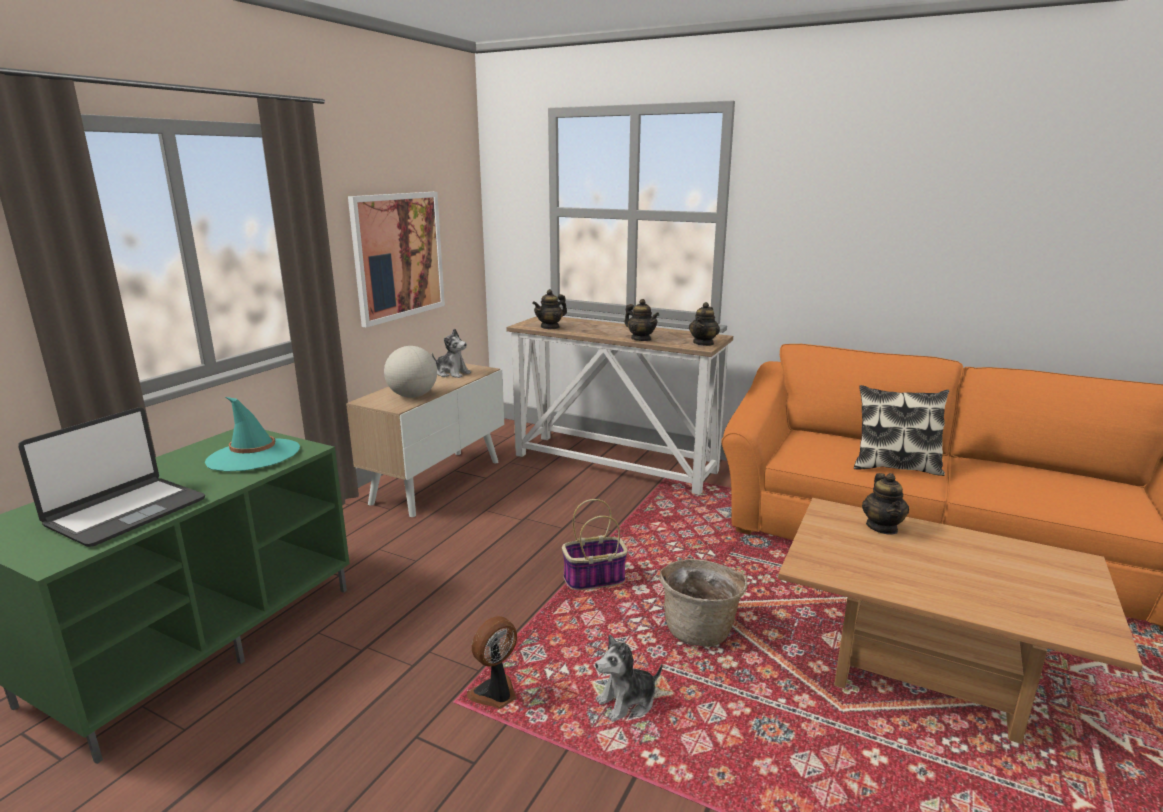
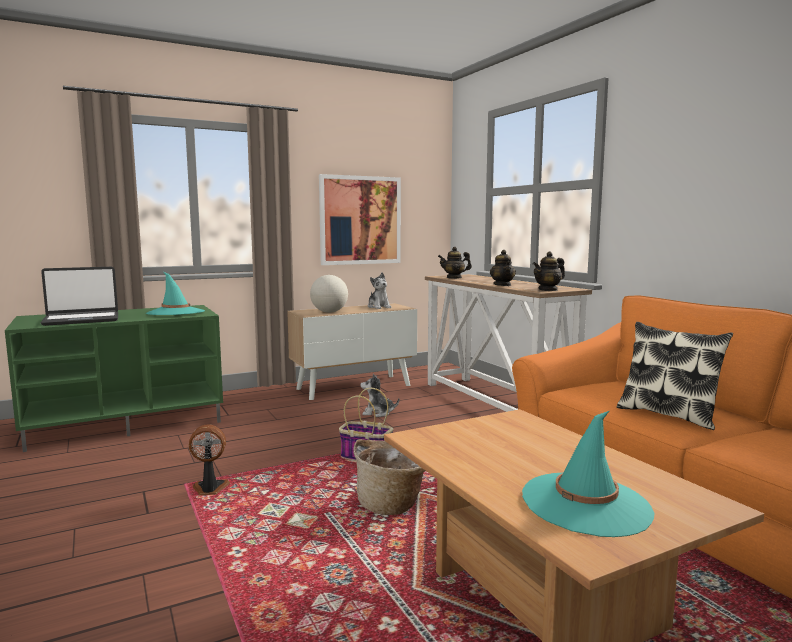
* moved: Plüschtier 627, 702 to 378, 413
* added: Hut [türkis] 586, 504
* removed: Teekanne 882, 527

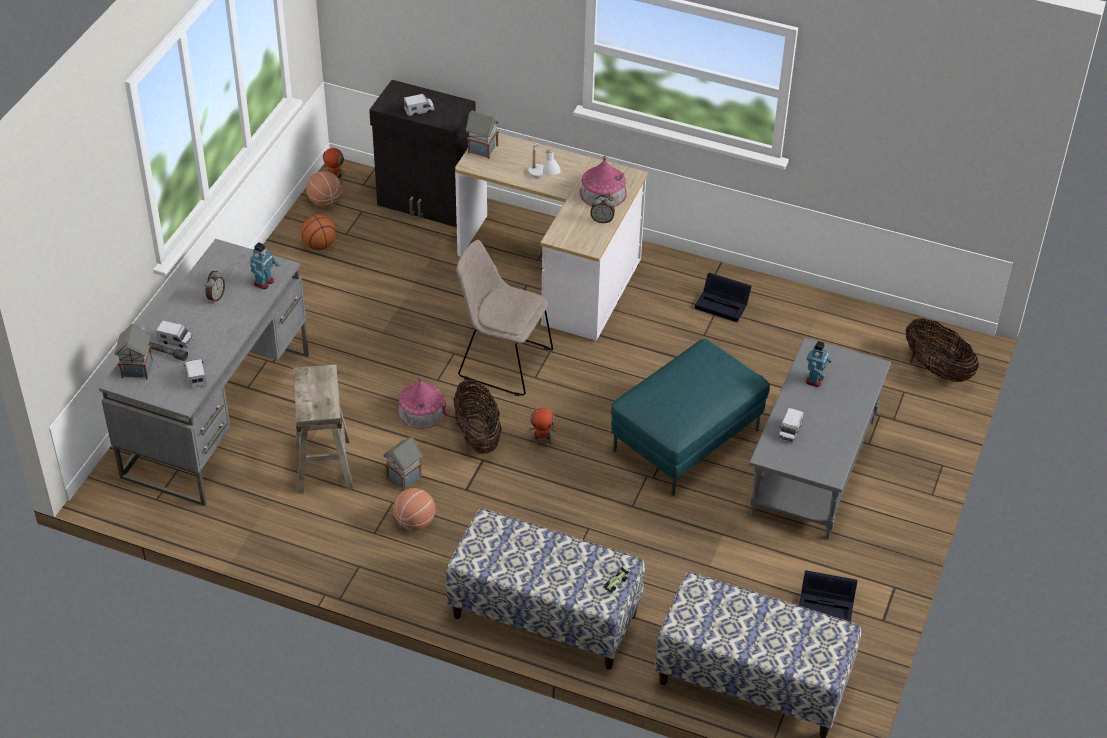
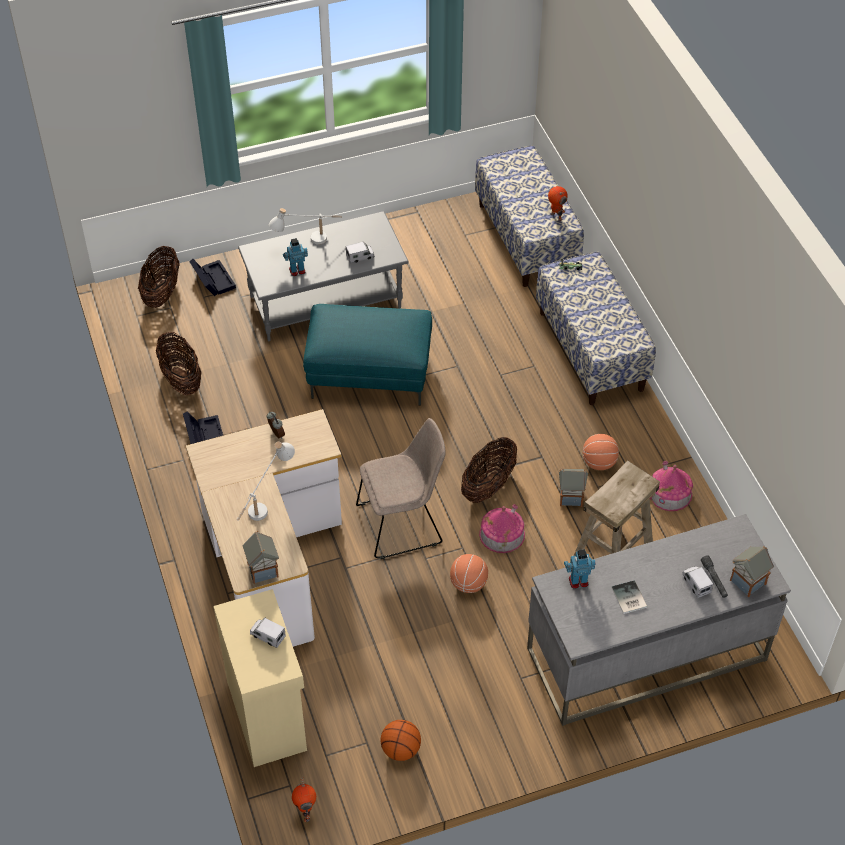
* added: Korb 181, 379
* moved: Aufbewahrungsbox [schwarz] 827, 605 to 212, 280
* recoloured: Schrank [schwarz] 427, 203 to Schrank [beige] 268, 714
* added: Tischlampe [weiß] 307, 242
* turned: Stuhl [beige] 502, 361 = 402, 523 90 degrees counterclockwise
* moved: Basketball 325, 202 to 468, 584
* moved: Spielzeugroboter 542, 442 to 555, 217
* replaced: Wecker 215, 297 to Buch 628, 598
* moved: Spielzeughaus 603, 193 to 669, 493
* removed: Spielzeuglaster 196, 377

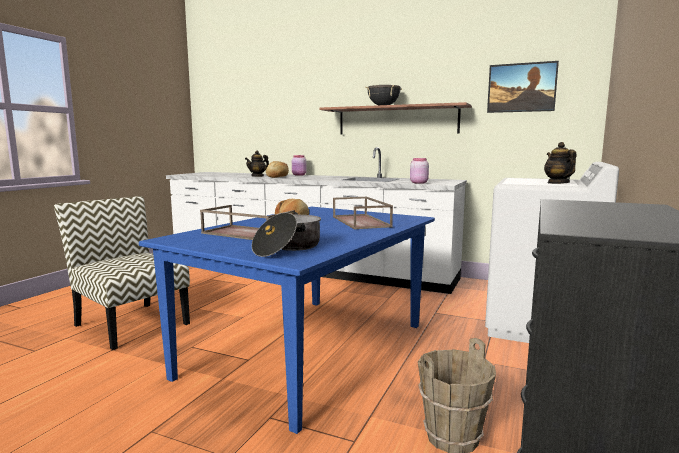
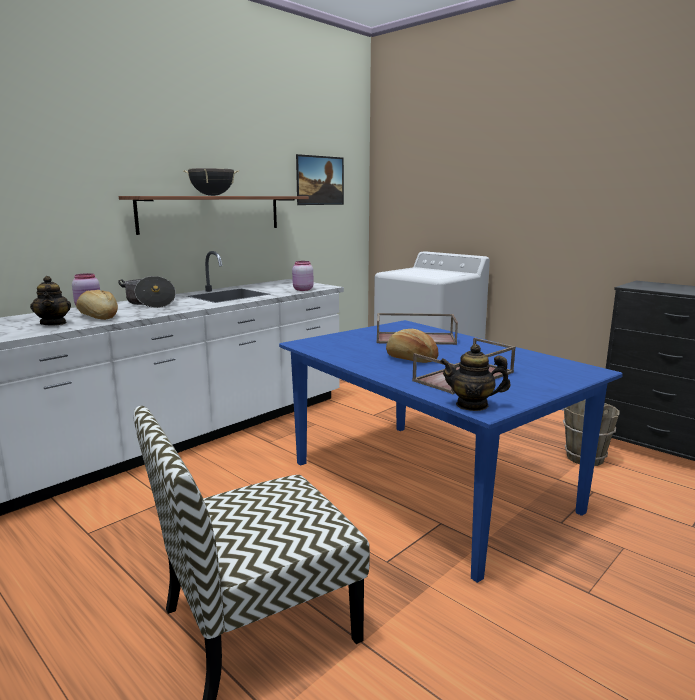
* moved: Kochtopf 287, 248 to 149, 303
* moved: Teekanne 558, 183 to 472, 405

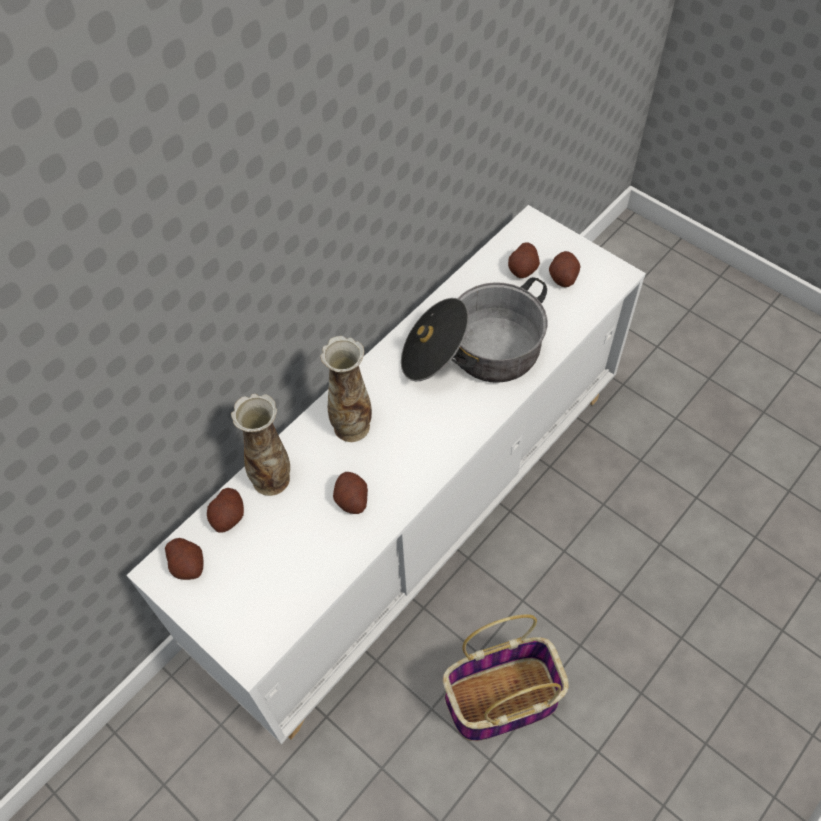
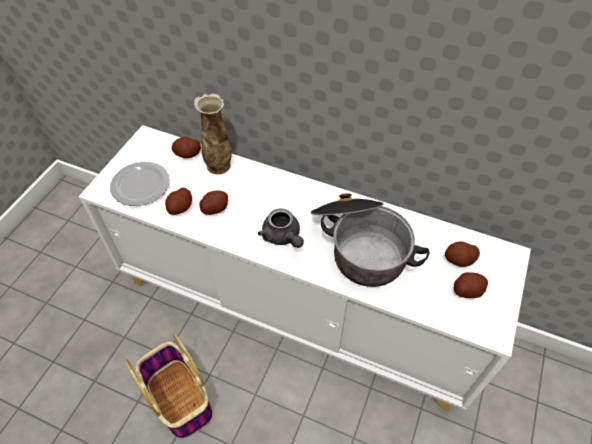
* added: Teller 141, 184
* moved: Kartoffel 188, 565 to 180, 208
* added: Teekanne [grau] 283, 237
* removed: Vase 352, 425

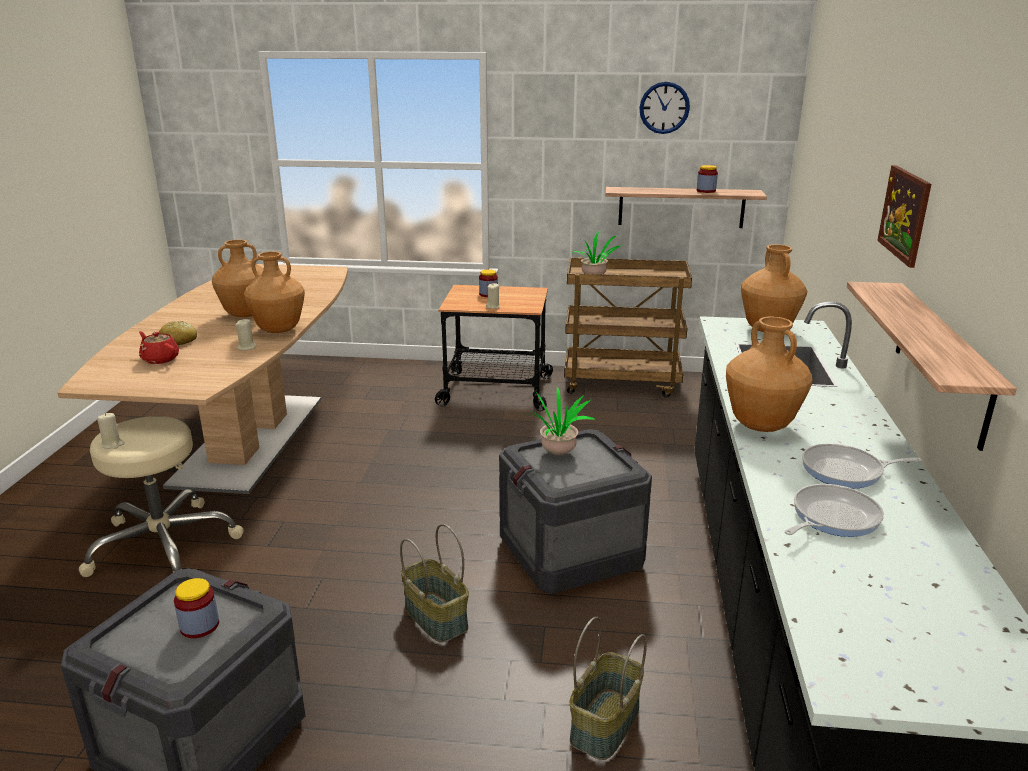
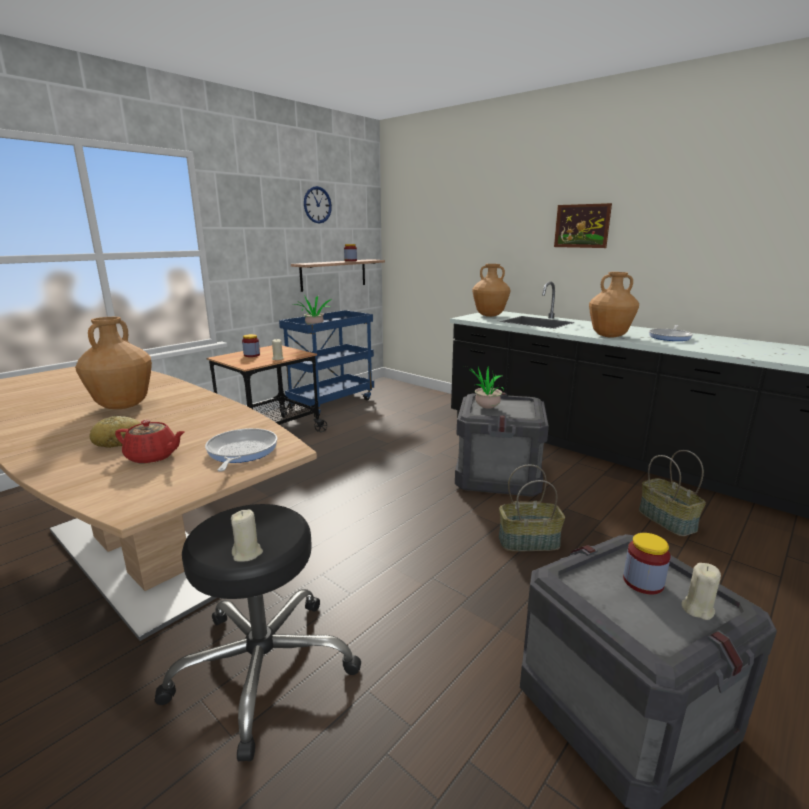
* turned: Teekanne [rot] 160, 359 = 153, 456 150 degrees counterclockwise
* recoloured: Hocker [beige] 164, 544 to Hocker [schwarz] 263, 666
* moved: Pfanne 831, 517 to 240, 452
* recoloured: Rollwagen [braun] 622, 383 to Rollwagen [blau] 331, 403
* moved: Kerze [beige] 247, 347 to 697, 609
* removed: Vase [braun] 278, 330
* removed: Wandregal 942, 361

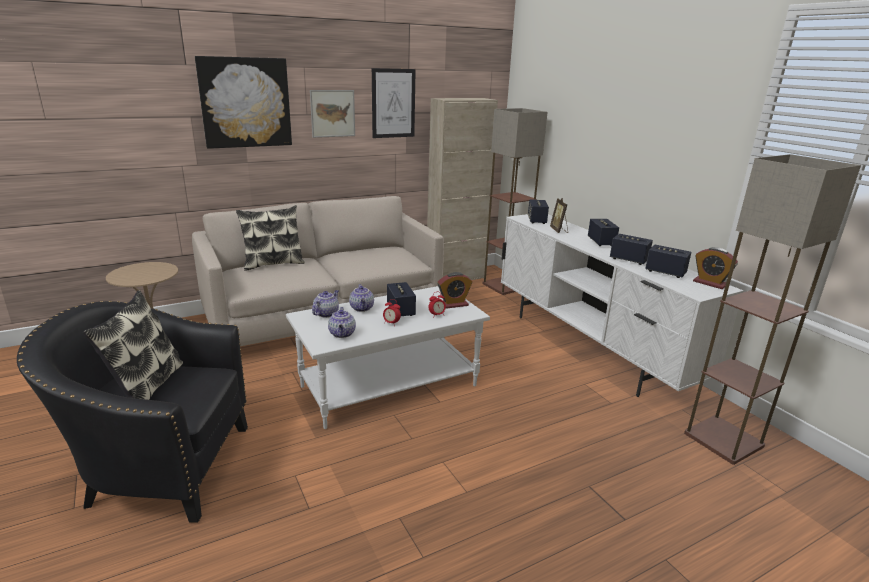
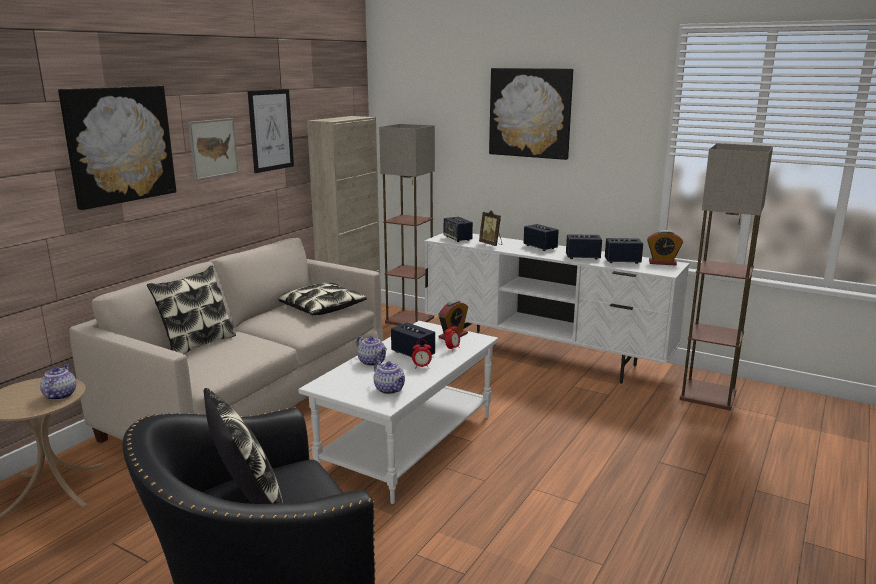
* moved: Teekanne 326, 313 to 60, 395
* added: Kissen 321, 308
* added: Bild 530, 113

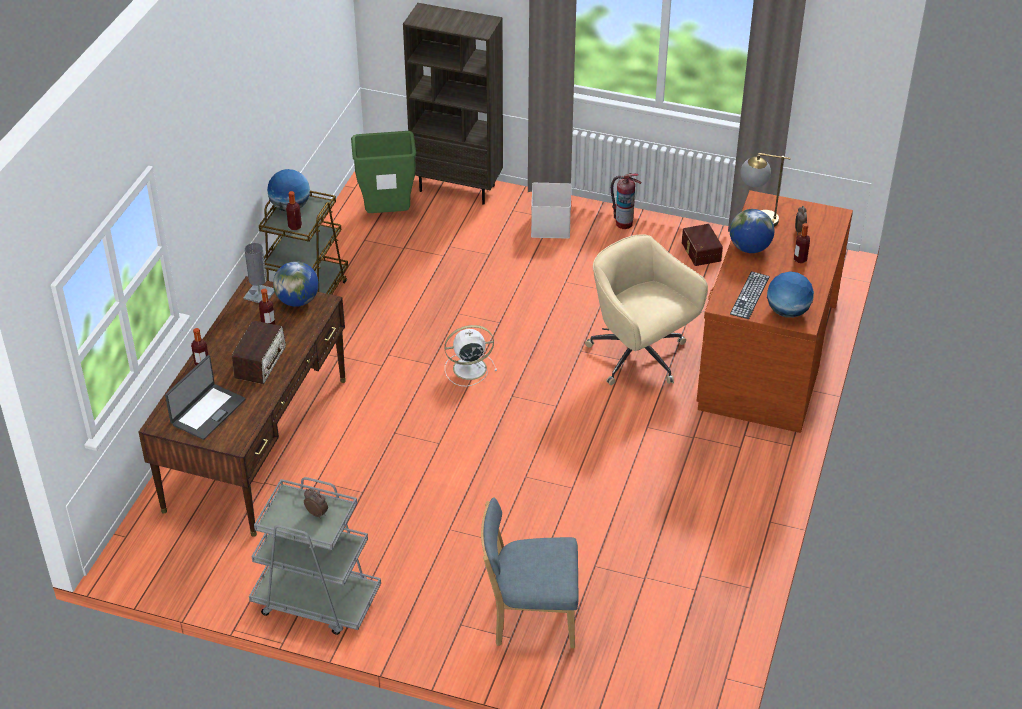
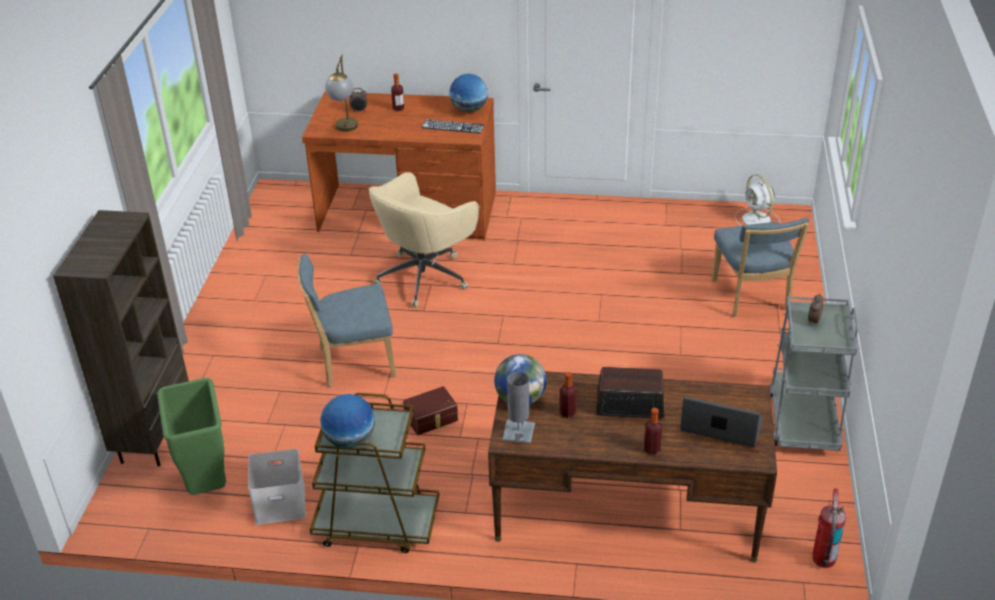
* moved: Aufbewahrungsbox [weiß] 549, 225 to 279, 504
* added: Stuhl [blau] 353, 362
* moved: Aufbewahrungsbox [braun] 700, 252 to 432, 418
* moved: Ventilator [weiß] 468, 369 to 757, 220
* moved: Feuerlöscher 623, 223 to 823, 559
* removed: Flasche 295, 226
* removed: Globus 749, 248

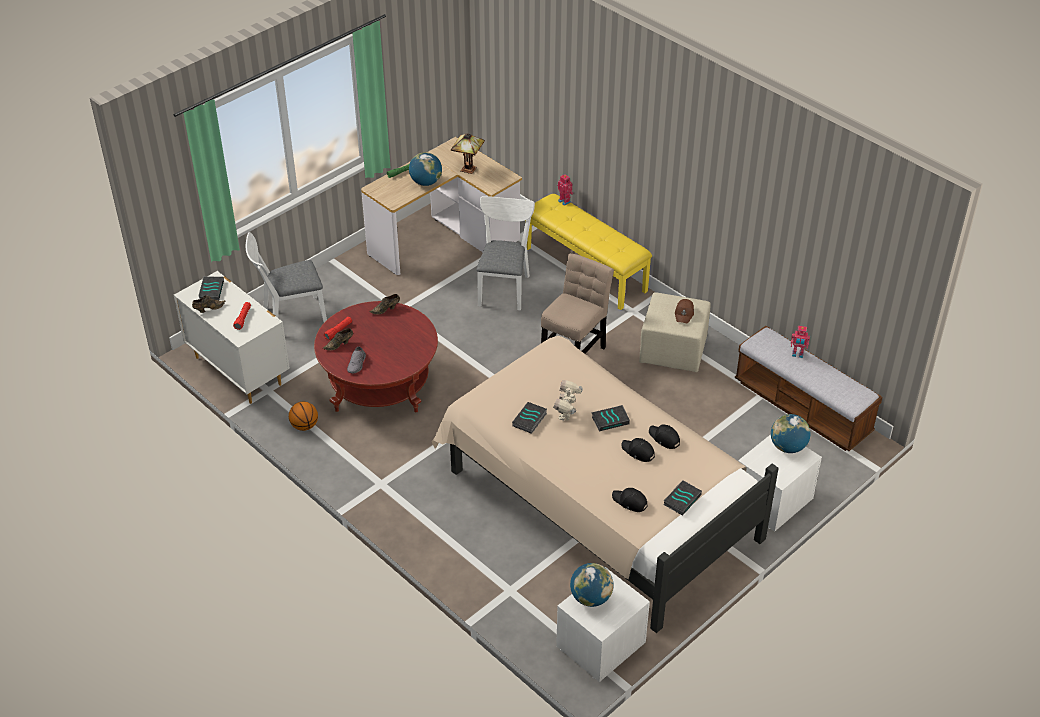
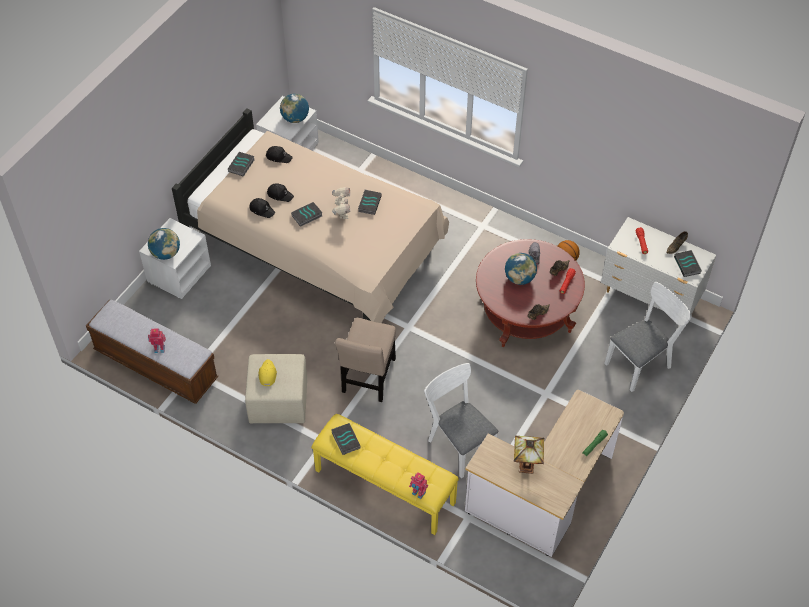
* recoloured: Kappe [braun] 684, 313 to Kappe [gelb] 267, 374
* added: Buch 345, 440
* turned: Stuhl [weiß] 504, 287 = 458, 444 150 degrees clockwise
* moved: Globus 426, 182 to 519, 278

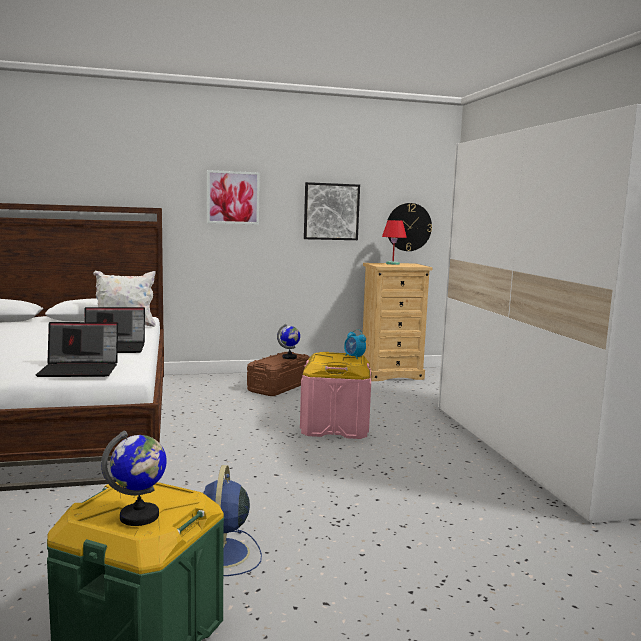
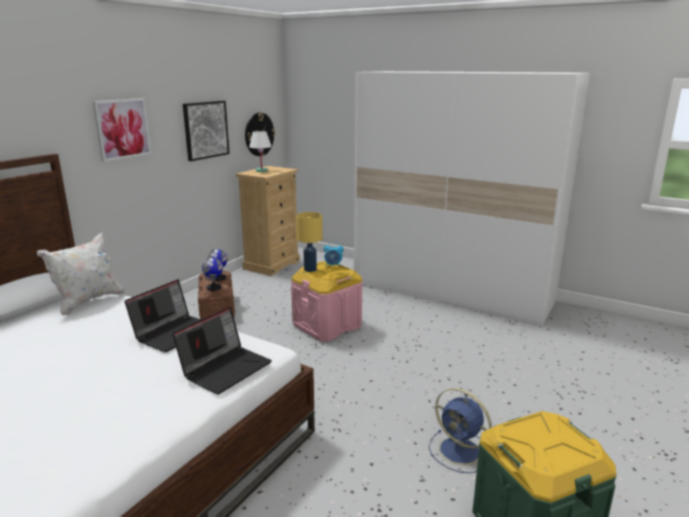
* moved: Globus 140, 516 to 214, 288
* recoloured: Tischlampe [rot] 392, 264 to Tischlampe [weiß] 261, 171
* added: Tischlampe [gelb] 310, 269

